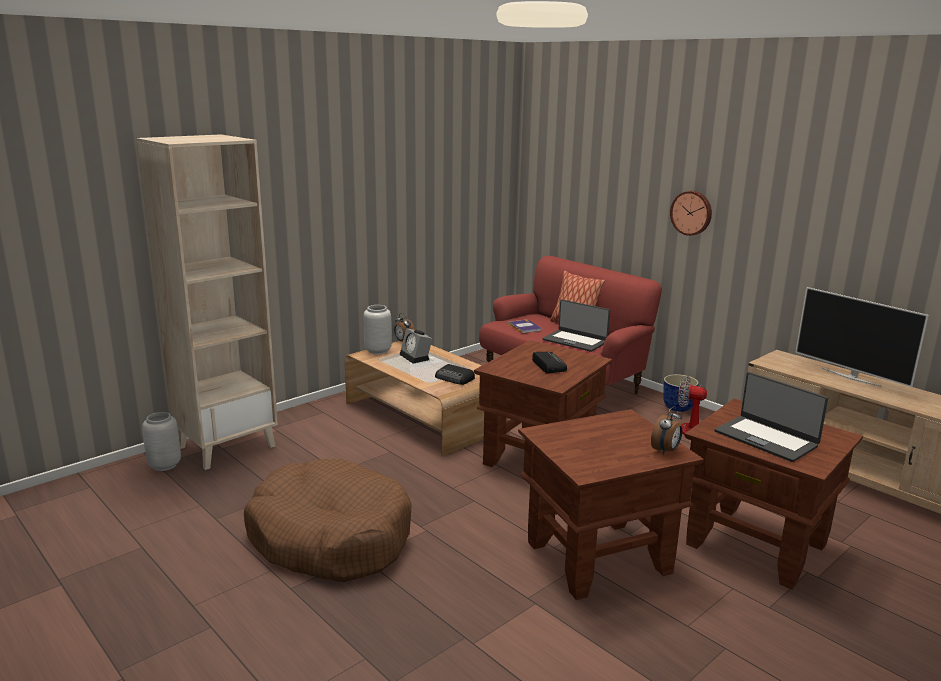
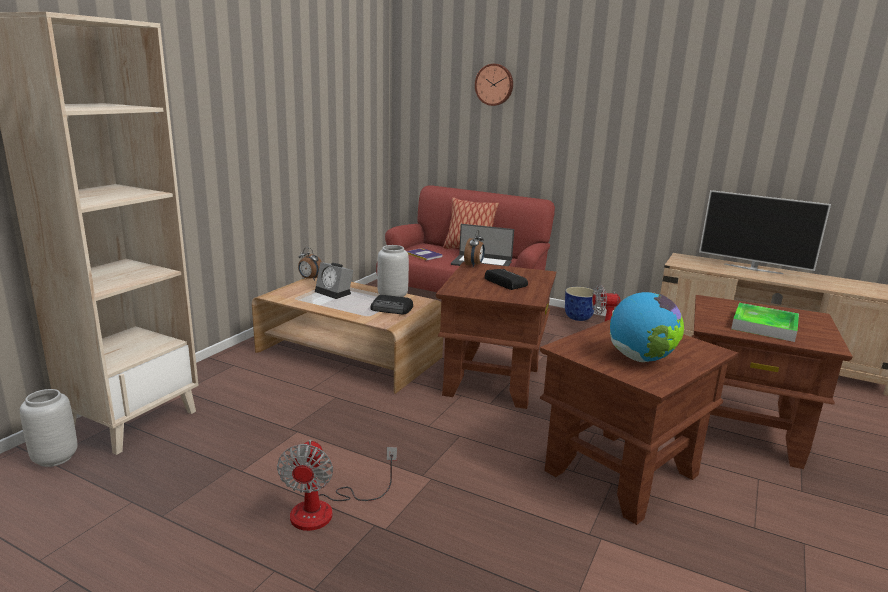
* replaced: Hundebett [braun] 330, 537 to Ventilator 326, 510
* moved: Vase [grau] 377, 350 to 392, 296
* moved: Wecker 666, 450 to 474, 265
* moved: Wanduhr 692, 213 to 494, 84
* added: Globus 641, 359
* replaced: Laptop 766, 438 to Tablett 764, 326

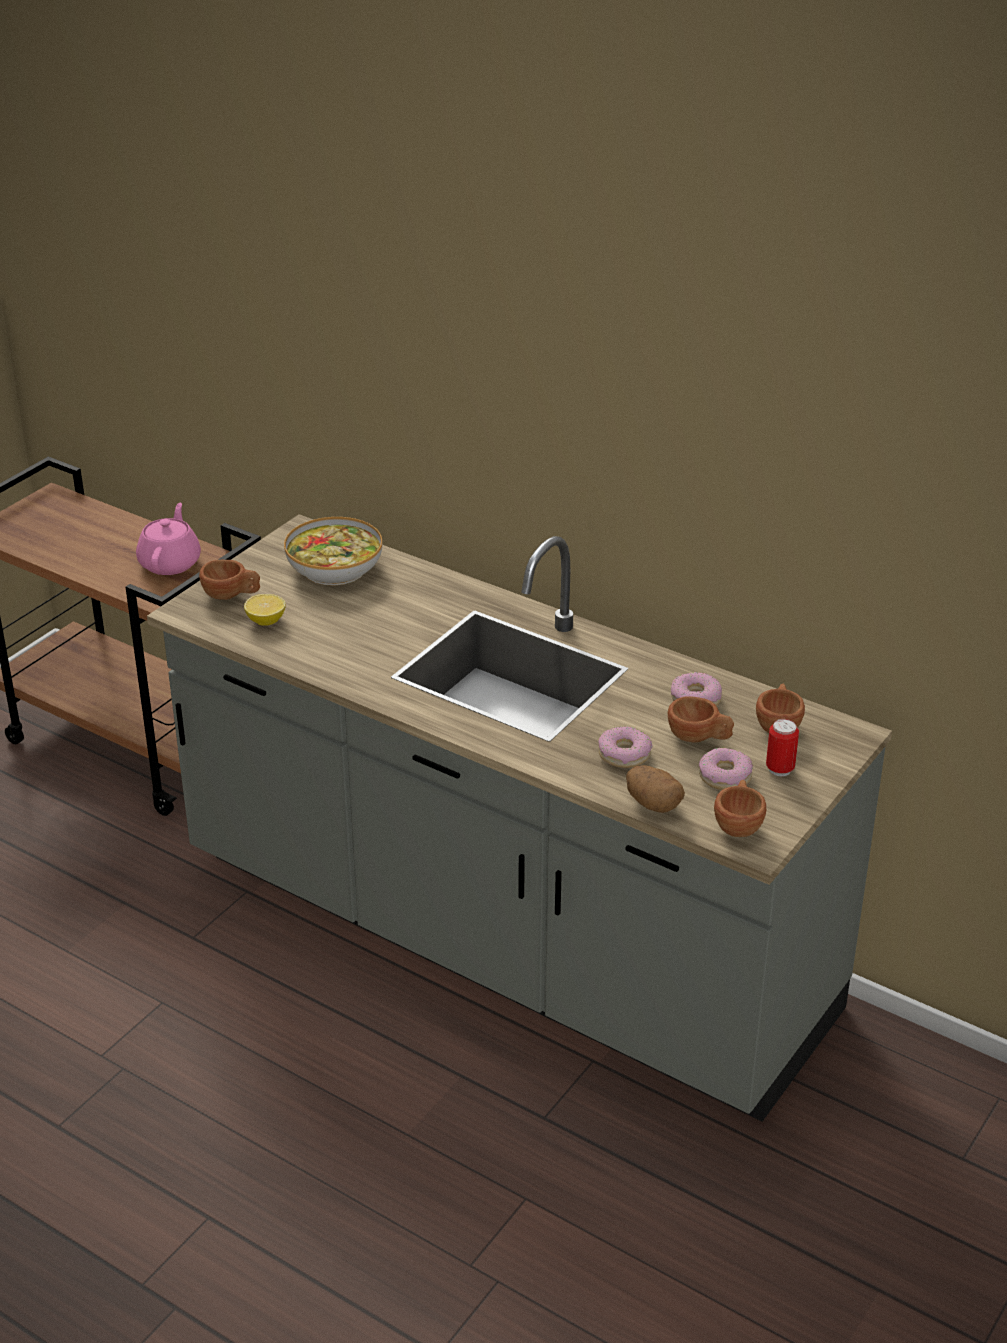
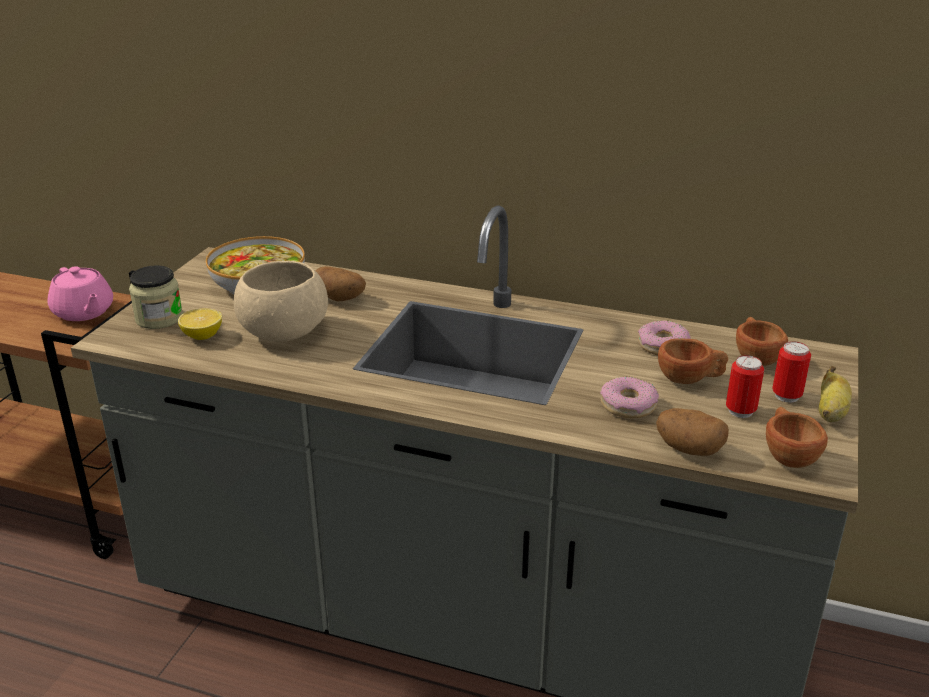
* turned: Teekanne [rosa] 170, 563 = 83, 312 150 degrees clockwise
* replaced: Tasse [braun] 231, 595 to Vorratsglas 159, 318
* added: Schüssel [beige] 283, 331
* added: Kartoffel 340, 298
* replaced: Donut 725, 776 to Dose 740, 411
* added: Banane 830, 413

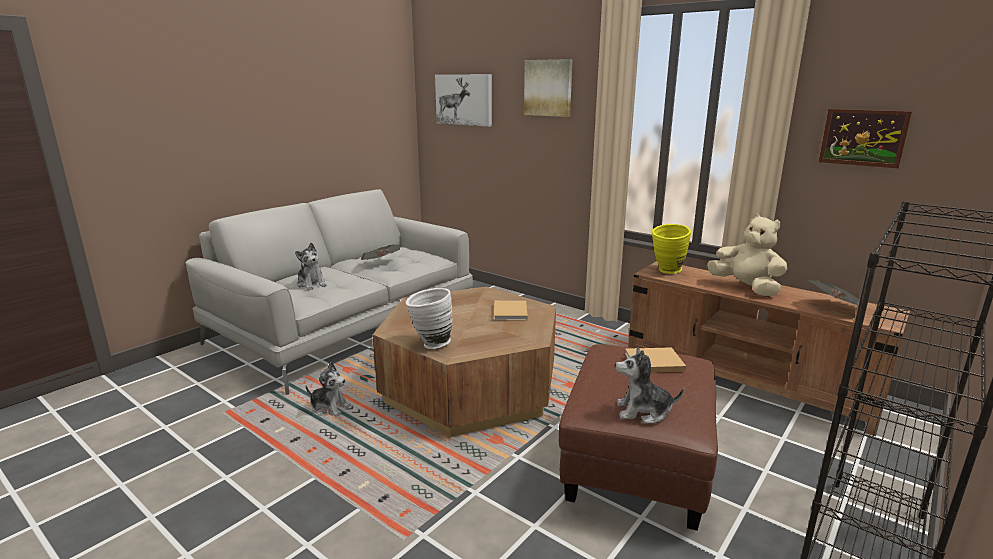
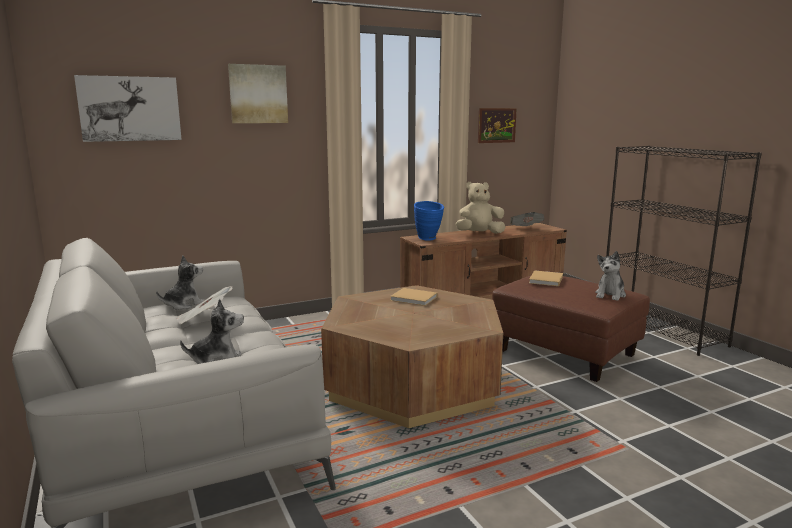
* moved: Plüschtier 329, 408 to 183, 305
* recoloured: Vase [gelb] 667, 272 to Vase [blau] 428, 239
* removed: Vase [weiß] 430, 344

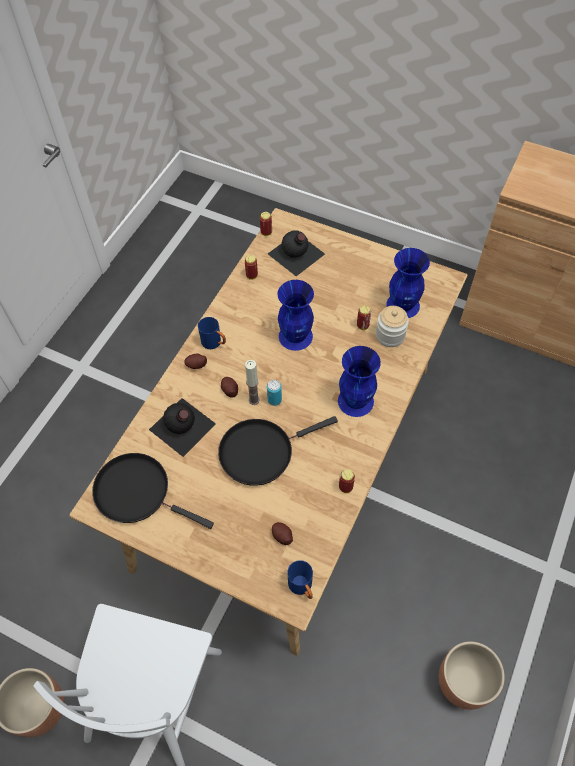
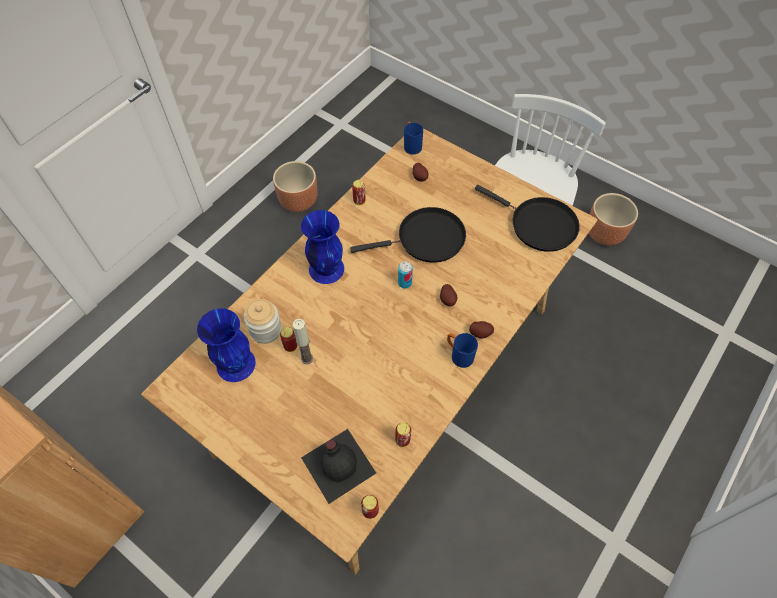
* moved: Kerze 254, 400 to 307, 358
* removed: Flasche [schwarz] 182, 427
* removed: Vase [blau] 296, 336

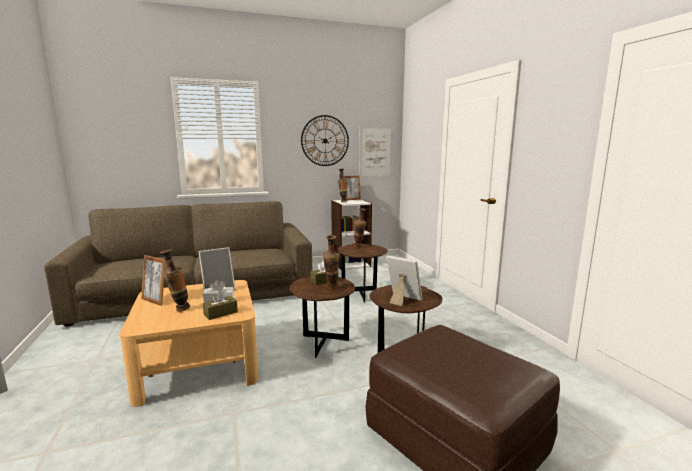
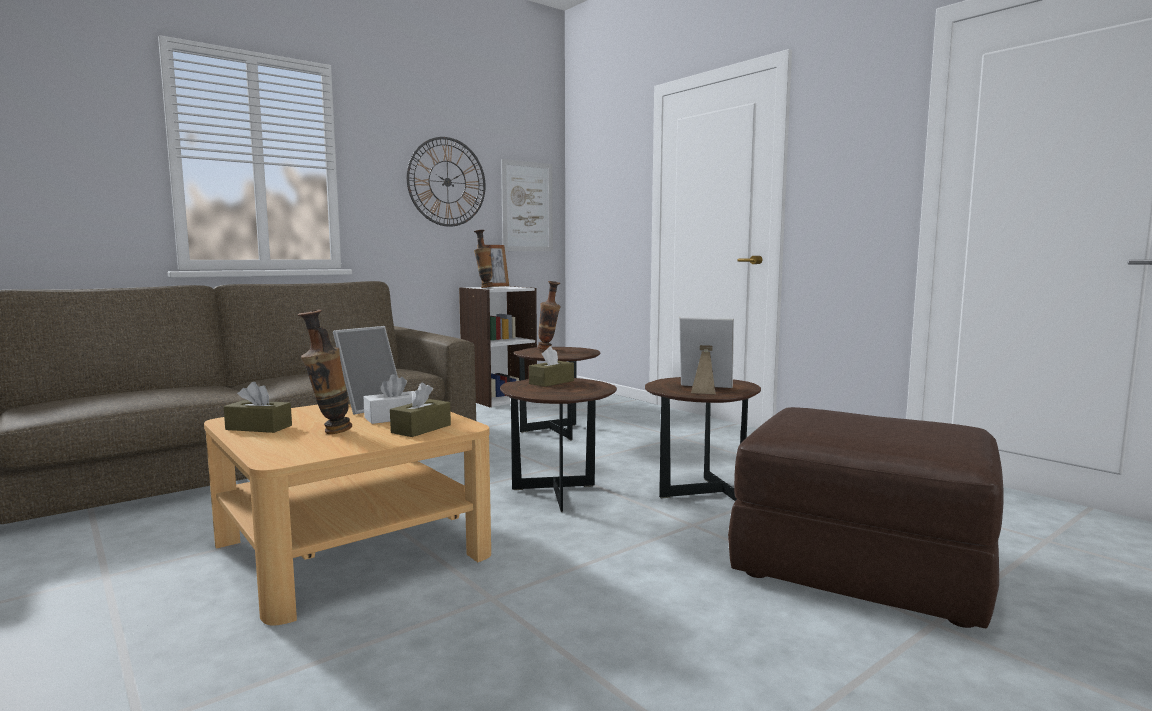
* replaced: Bilderrahmen 155, 300 to Taschentuchbox [braun] 259, 427
* removed: Vase 331, 289

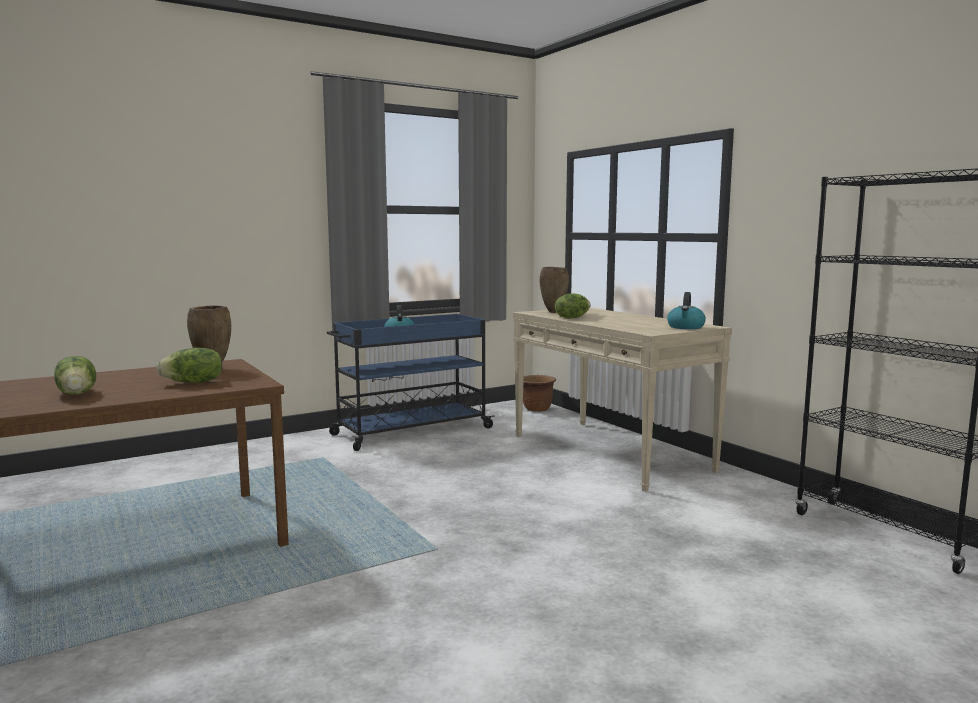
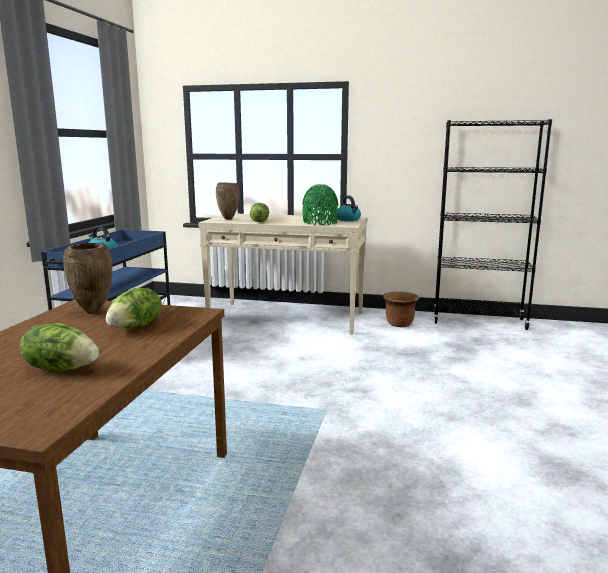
* added: Vase [grün] 320, 223
* moved: Pflanzkübel [braun] 536, 409 to 399, 324

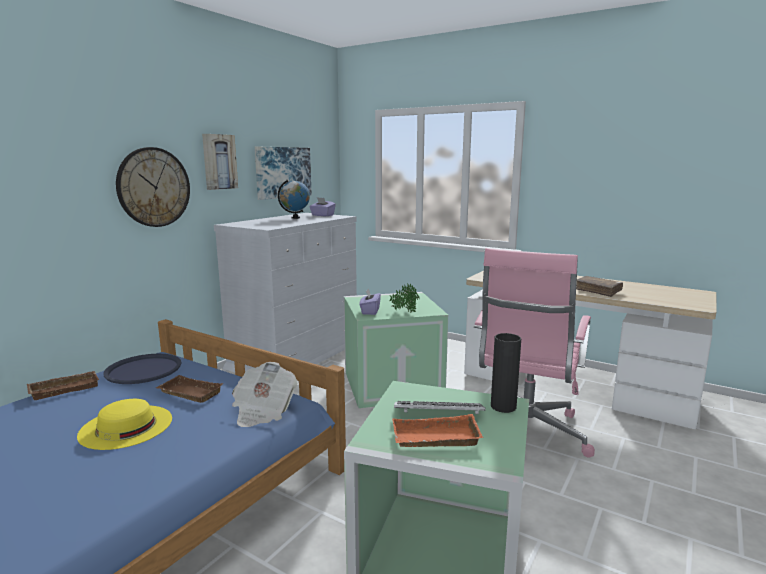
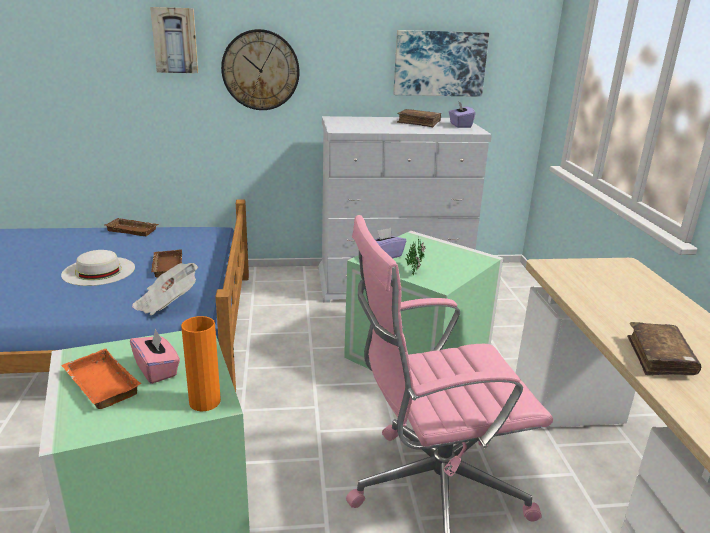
* recoloured: Hut [gelb] 126, 426 to Hut [weiß] 98, 271
* replaced: Tastatur 438, 413 to Taschentuchbox [rosa] 157, 370
* moved: Bild 219, 162 to 175, 40
* recoloured: Vase [schwarz] 503, 406 to Vase [orange] 205, 402
* replaced: Globus 295, 218 to Buch [braun] 419, 123
* removed: Tablett [blau] 143, 370

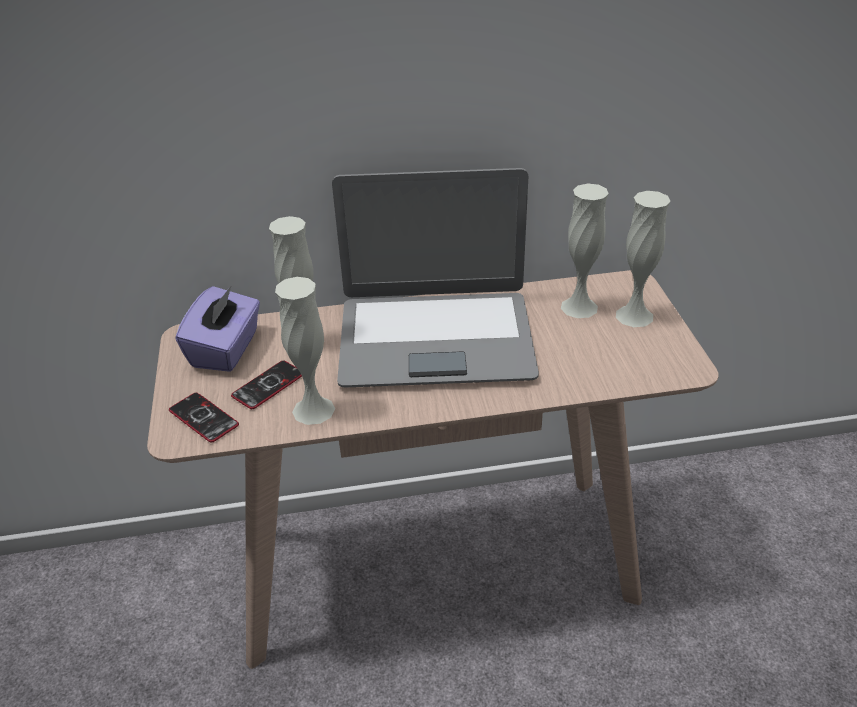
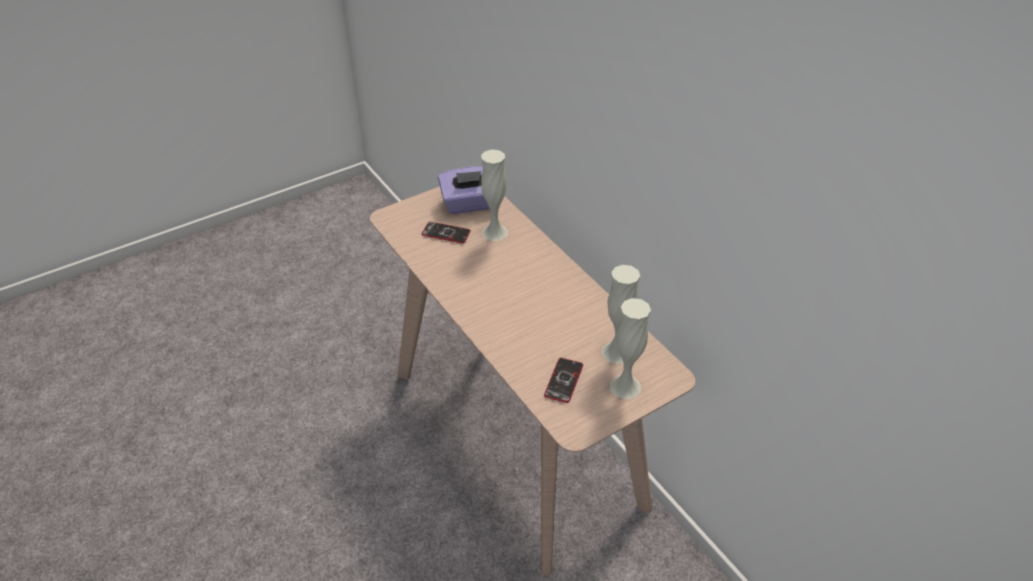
* moved: Handy 204, 418 to 563, 380
* removed: Vase [weiß] 313, 410
* removed: Laptop 435, 339

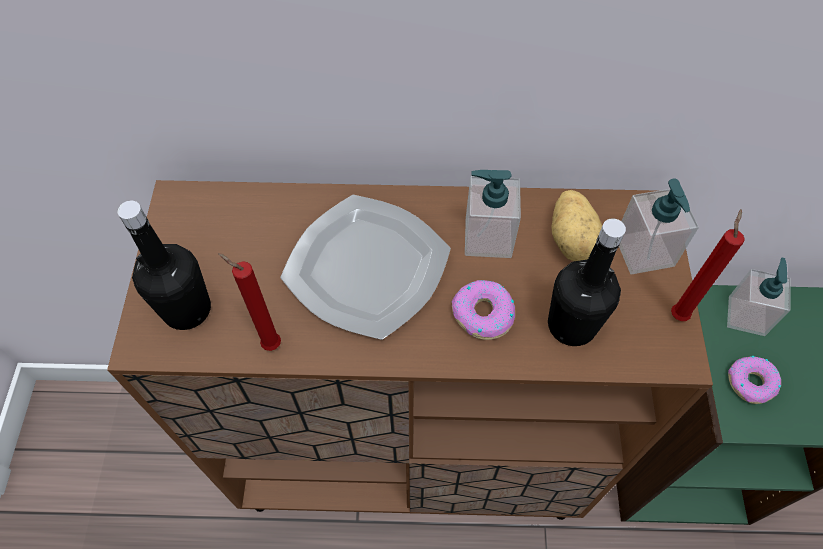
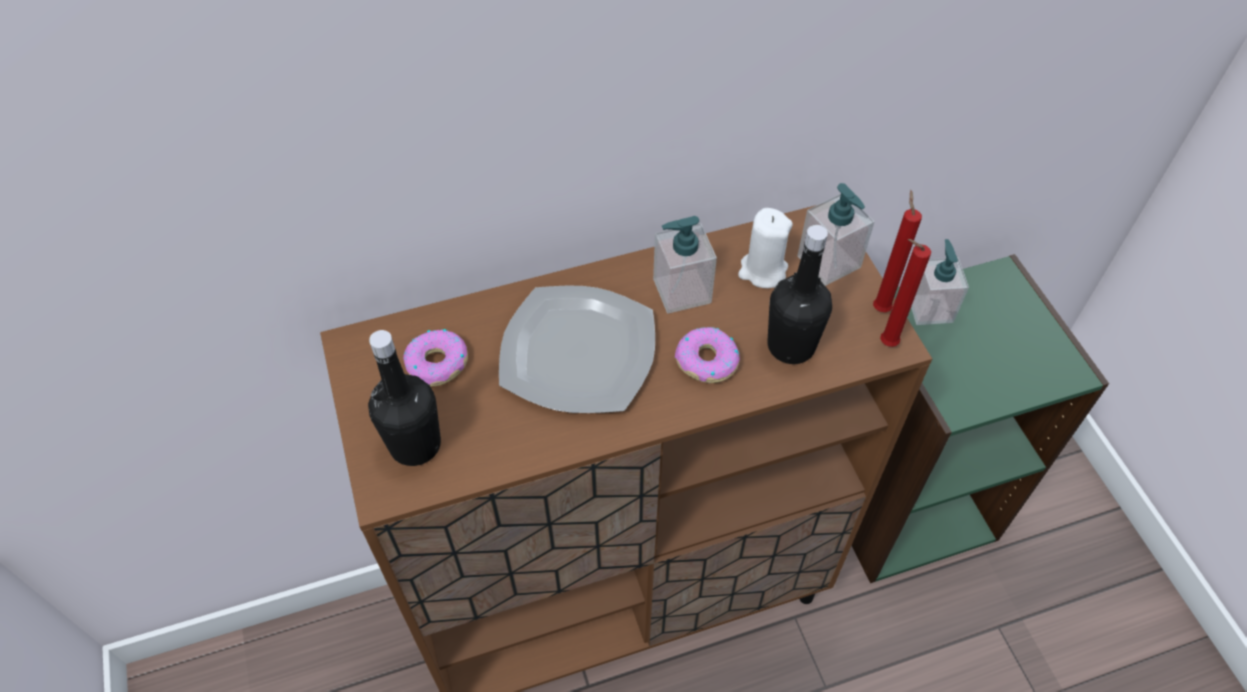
* moved: Donut 751, 383 to 437, 363
* replaced: Kartoffel 574, 241 to Kerze [weiß] 762, 271
* moved: Kerze [rot] 269, 343 to 885, 343

